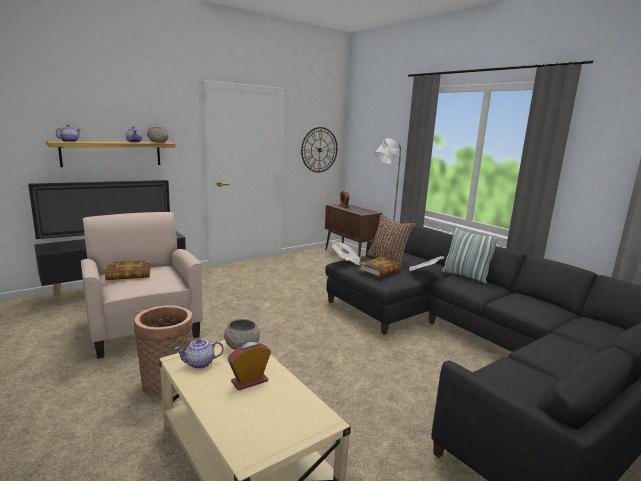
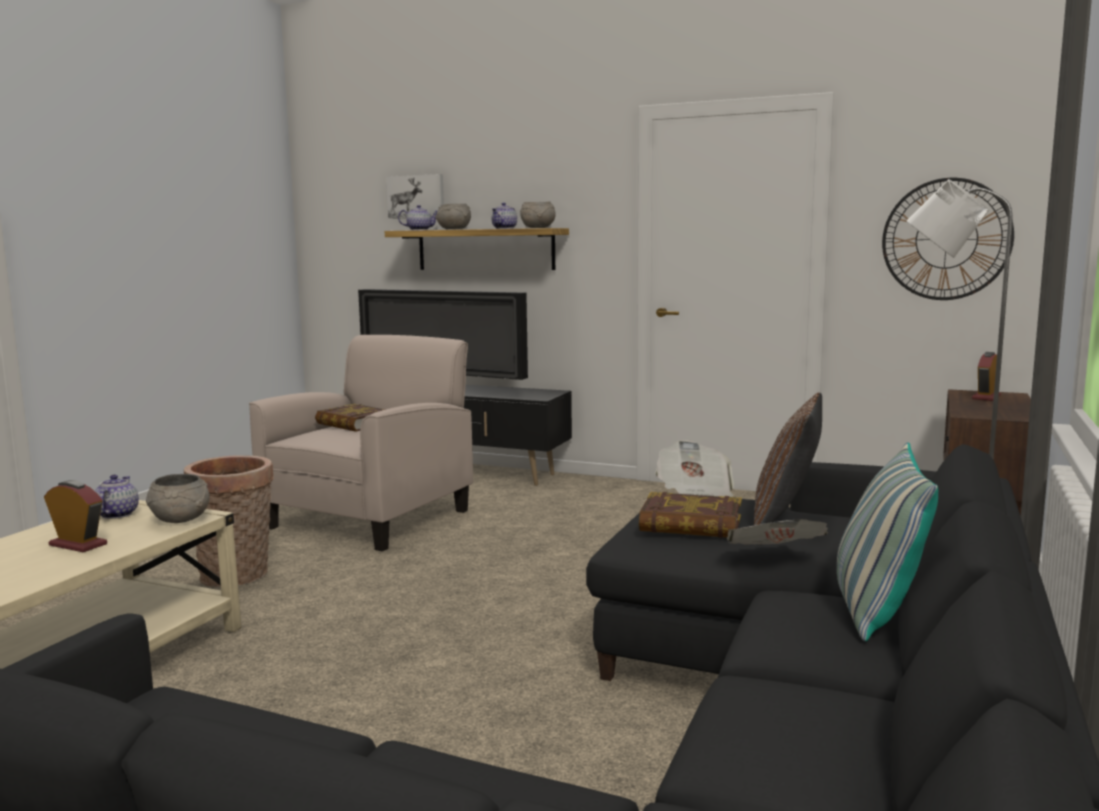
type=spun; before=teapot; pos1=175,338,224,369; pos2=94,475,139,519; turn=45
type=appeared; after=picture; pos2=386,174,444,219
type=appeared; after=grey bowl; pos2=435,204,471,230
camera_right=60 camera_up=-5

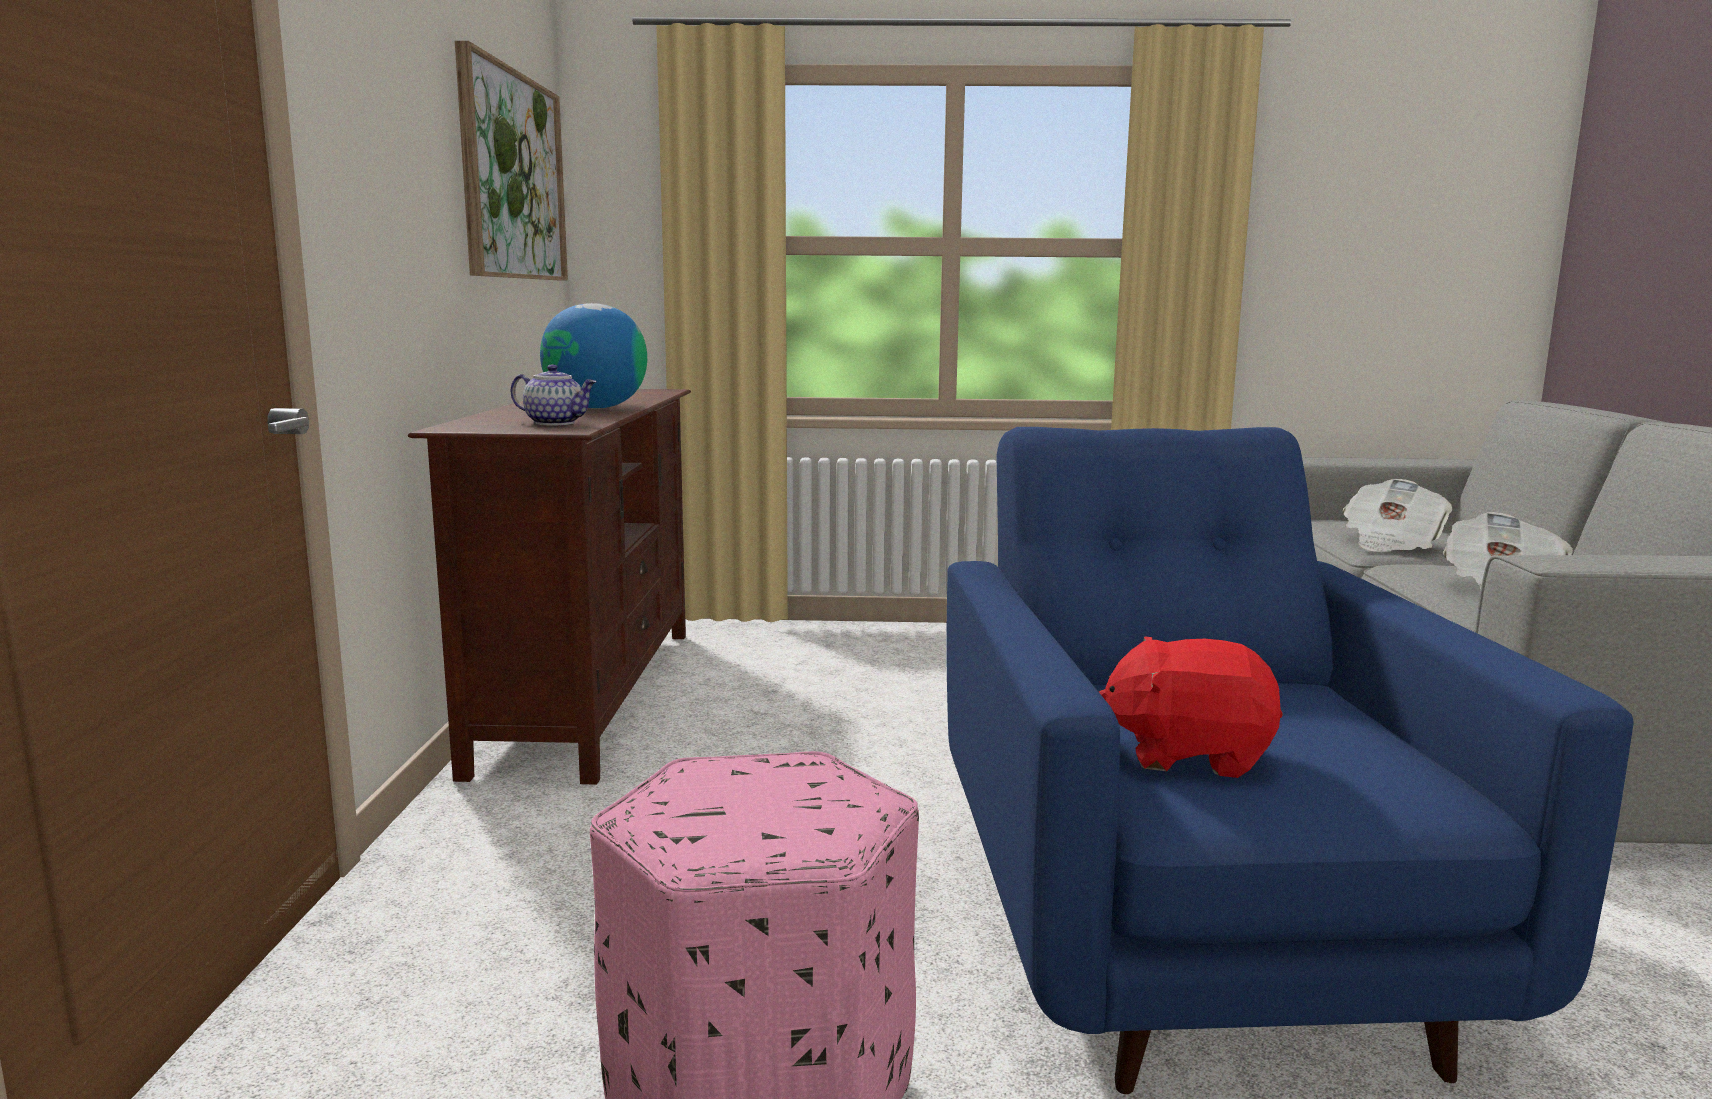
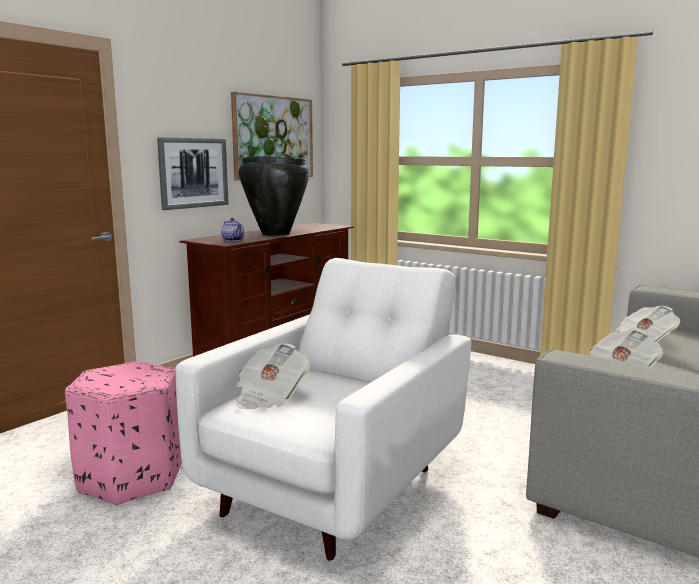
type=appeared; after=picture; pos2=157,137,229,210
type=colour; before=blue armchair; after=white armchair; pos1=946,427,1634,1094; pos2=175,258,471,561
type=exchanged; before=red plush toy; after=newspaper; pos1=1099,636,1283,778; pos2=236,343,310,410
type=exchanged; before=globe; after=black vase; pos1=540,303,647,409; pos2=239,156,309,236
camera_right=35 camera_up=0

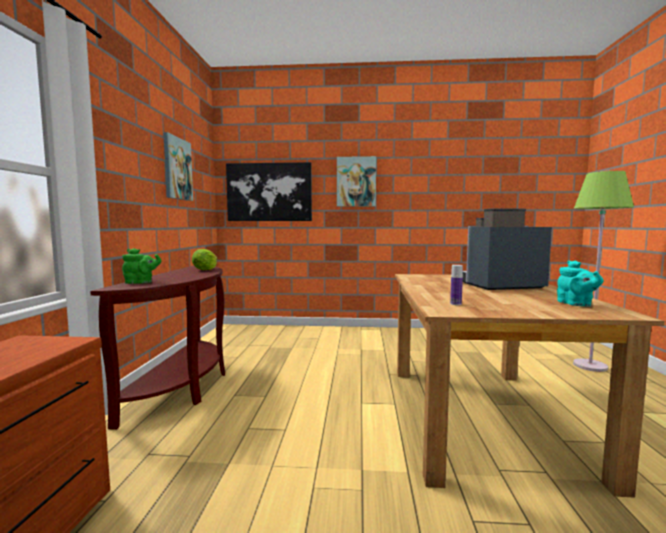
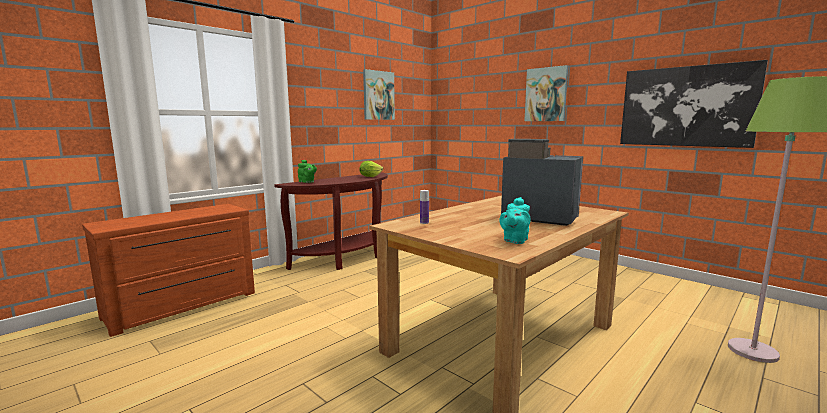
type=relocated; before=picture; pos1=226,162,312,221; pos2=620,60,768,148
camera_right=40 camera_up=5

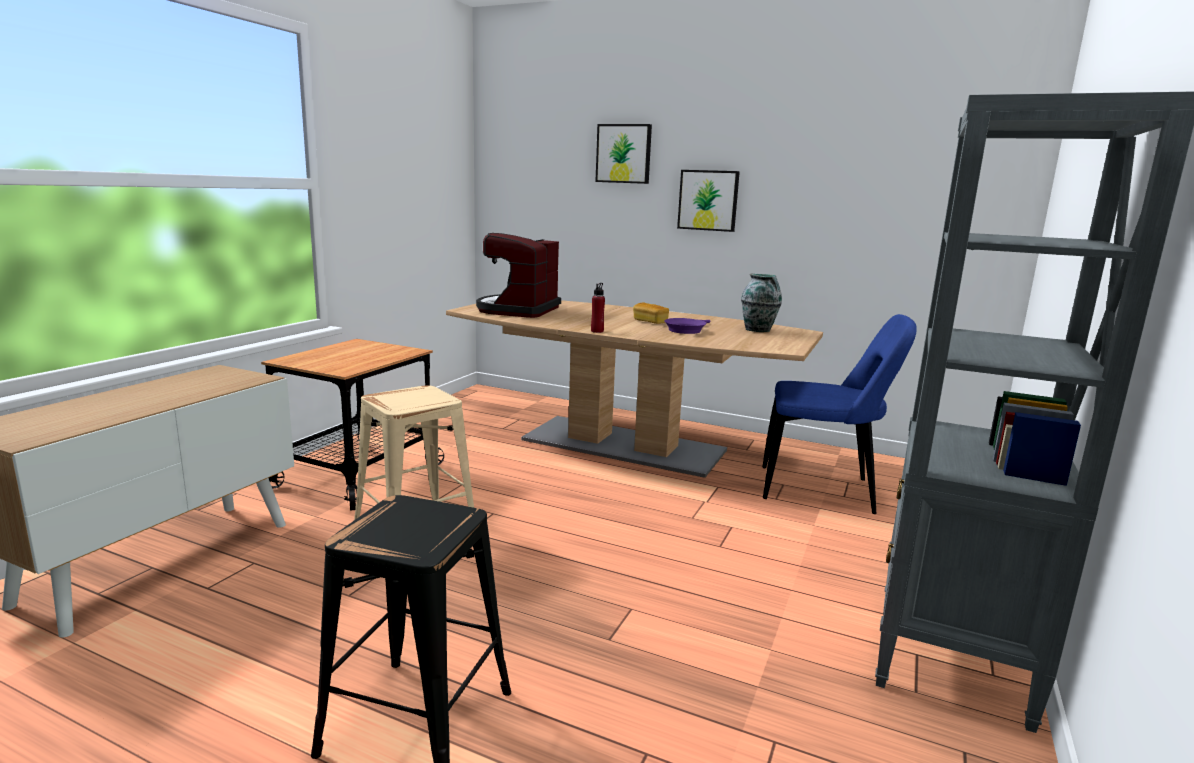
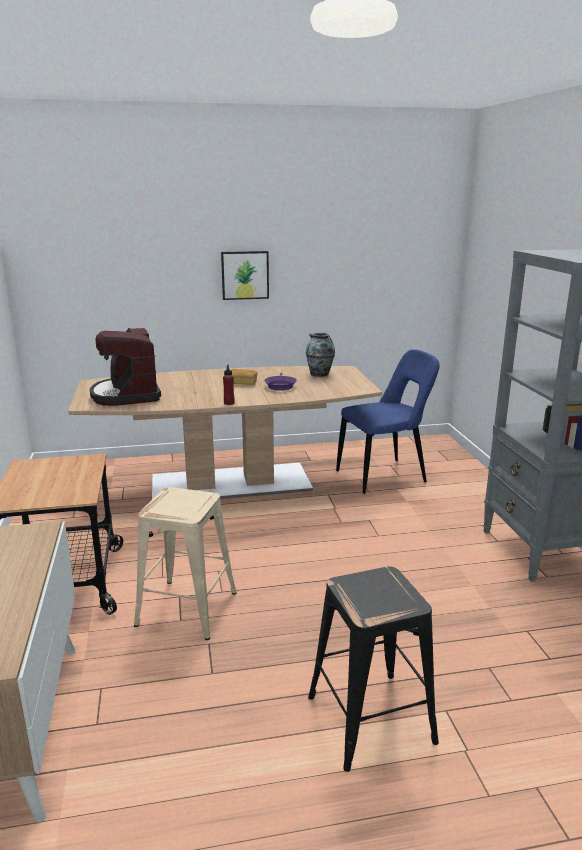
type=missing; before=picture; pos1=595,124,652,184
camera_right=-35 camera_up=5

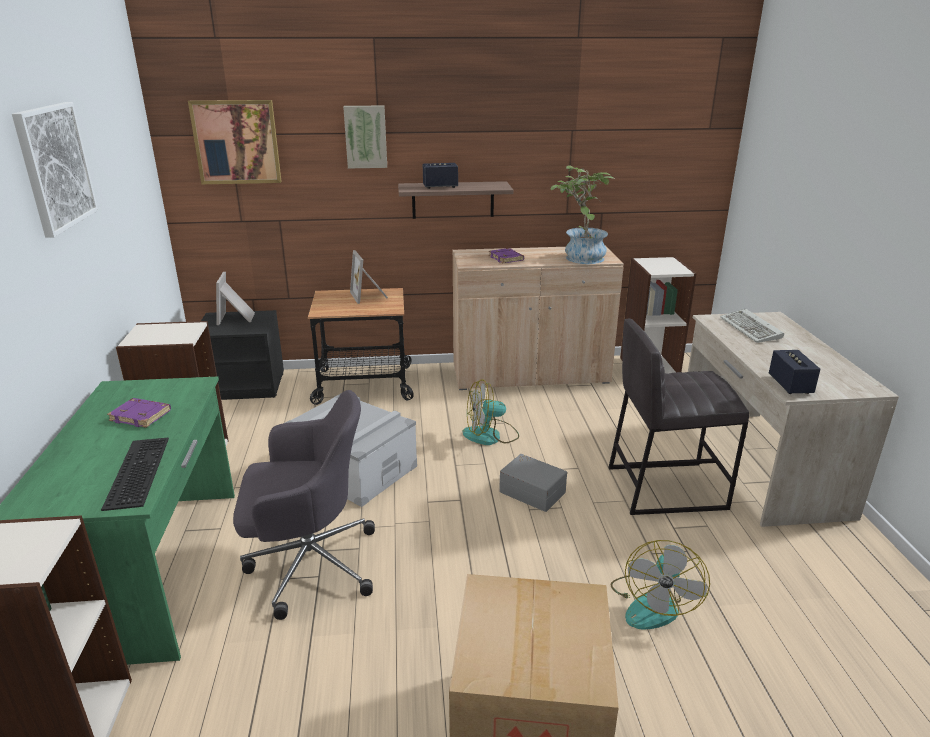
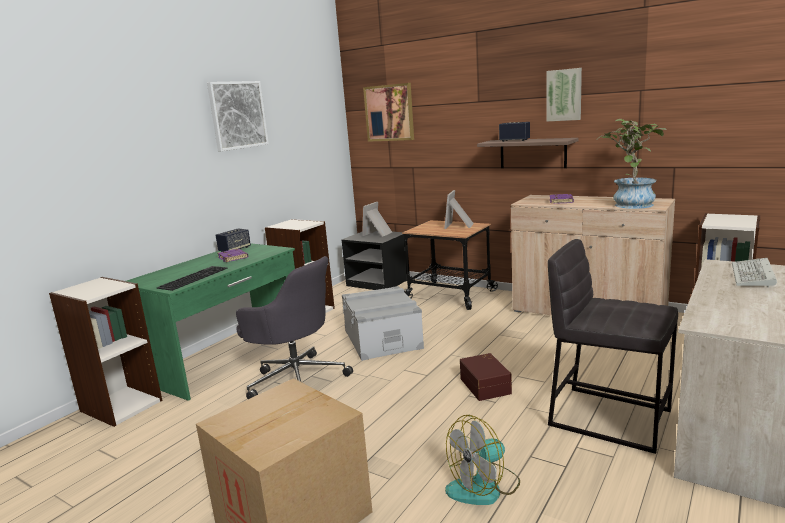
type=relocated; before=speaker; pos1=769,350,821,394; pos2=216,228,251,252
type=colour; before=grey storage box; after=brown storage box; pos1=499,454,567,512; pos2=460,353,512,401
type=relocated; before=picture; pos1=343,106,387,168; pos2=546,68,582,122
type=missing; before=fan; pos1=463,379,519,445
camera_right=40 camera_up=-10

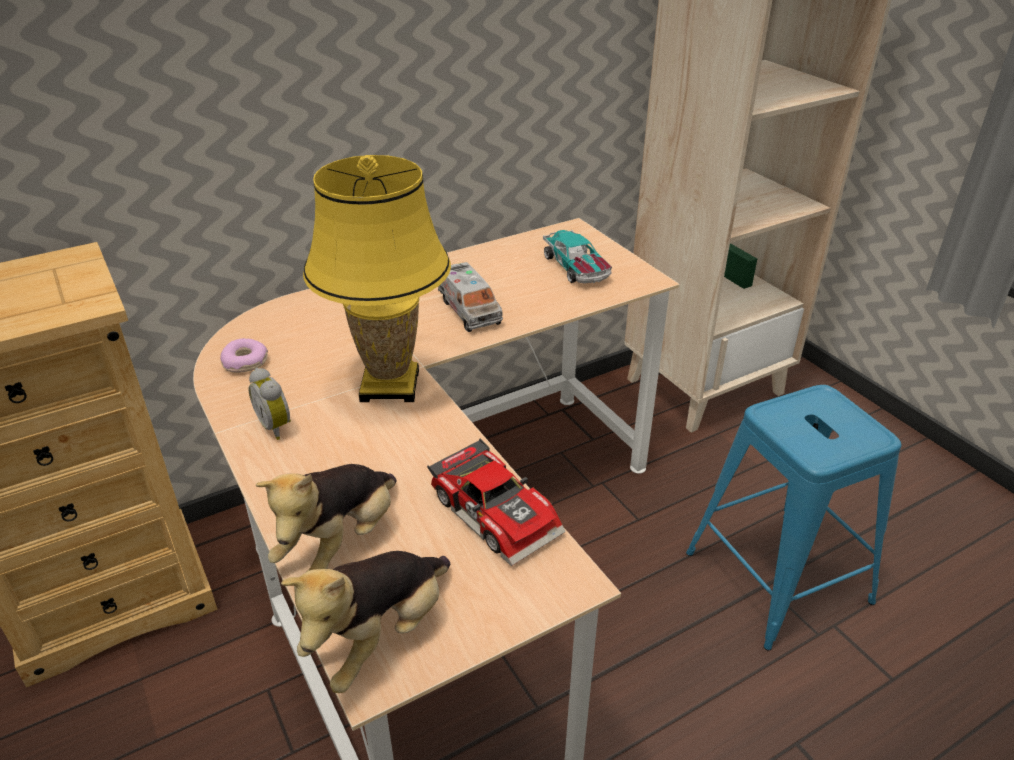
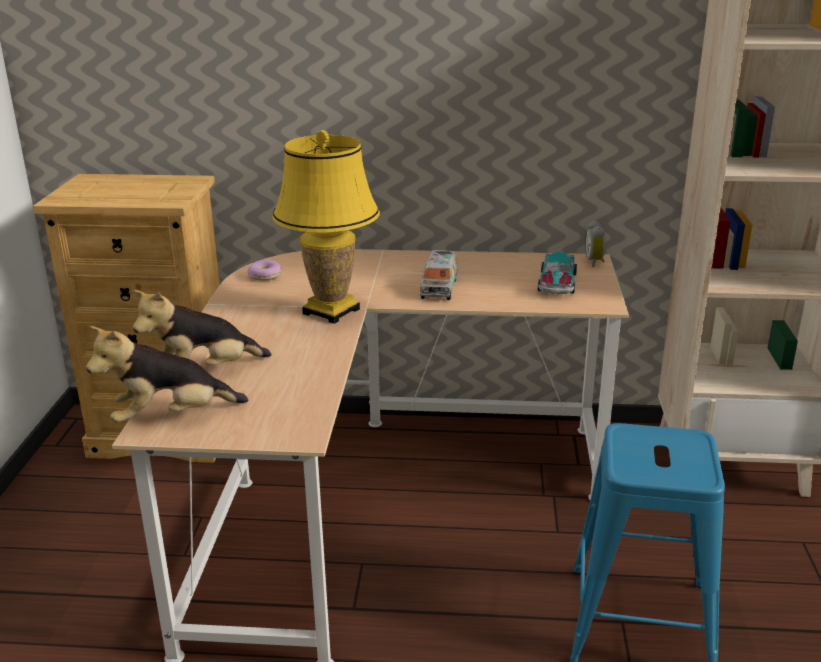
type=relocated; before=alarm clock; pos1=249,368,291,440; pos2=585,220,605,267
type=missing; before=toy car; pos1=427,439,566,566
camera_right=35 camera_up=-10

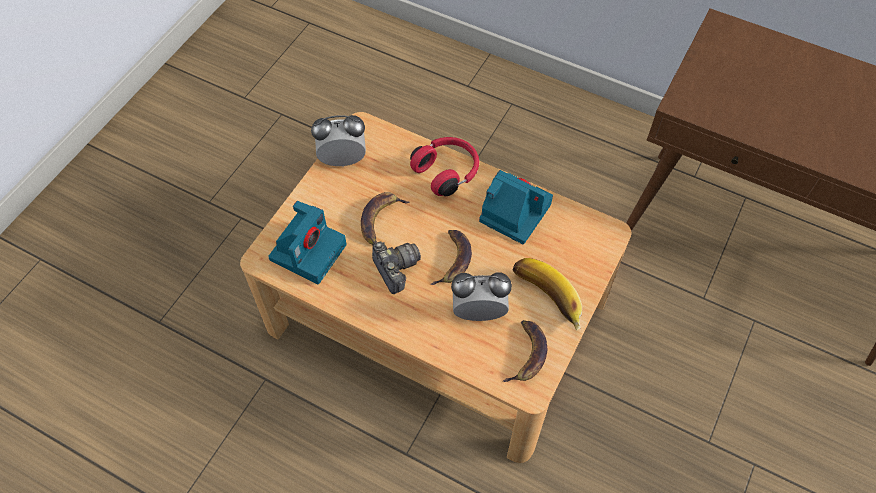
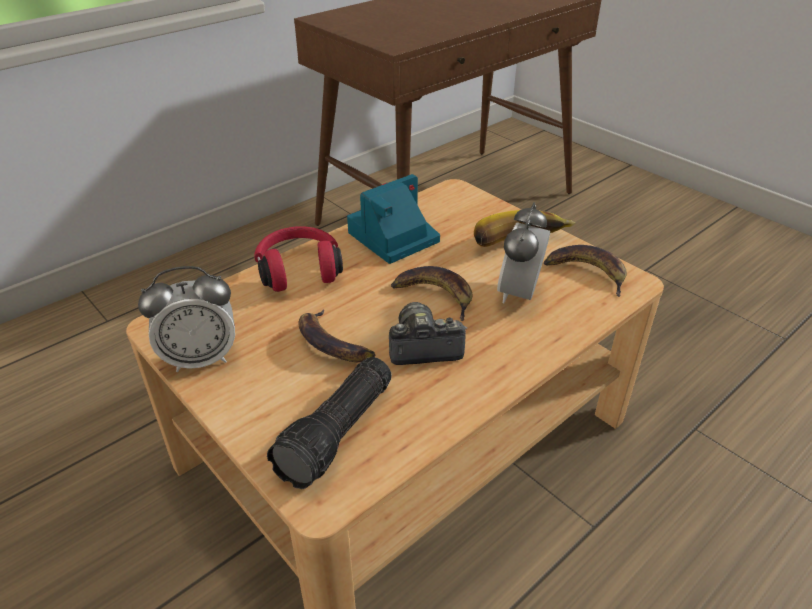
type=spun; before=alarm clock; pos1=311,115,366,167; pos2=138,266,235,372; turn=-120
type=exchanged; before=photo camera; after=flashlight; pos1=268,201,347,284; pos2=267,357,392,489
camera_right=-70 camera_up=-20

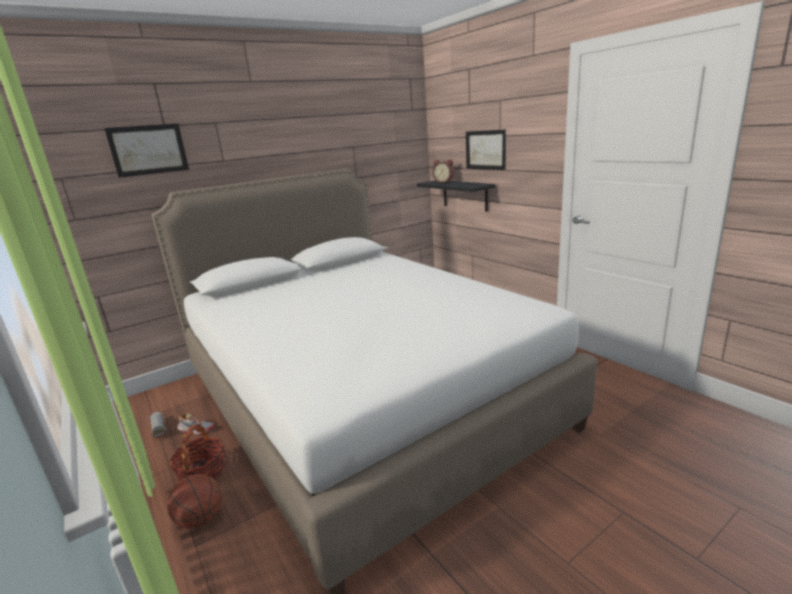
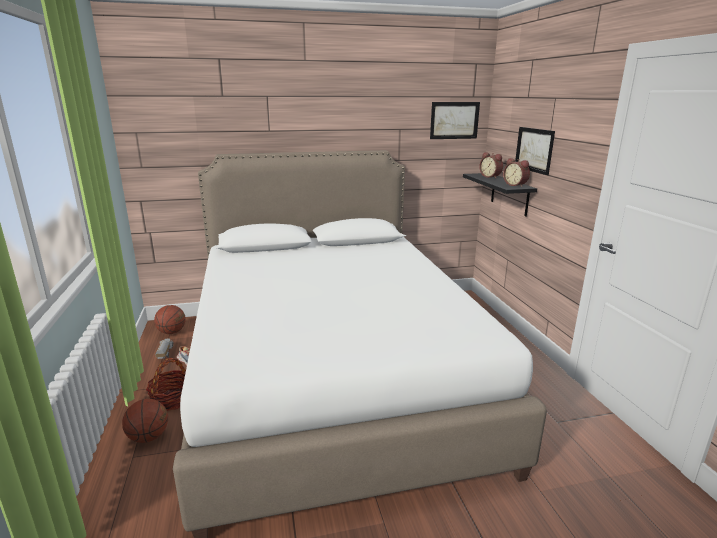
type=appeared; after=basketball; pos2=154,305,186,334
type=relocated; before=picture; pos1=104,123,189,178; pos2=430,102,480,139
type=appeared; after=alarm clock; pos2=503,158,530,187
camera_right=20 camera_up=0

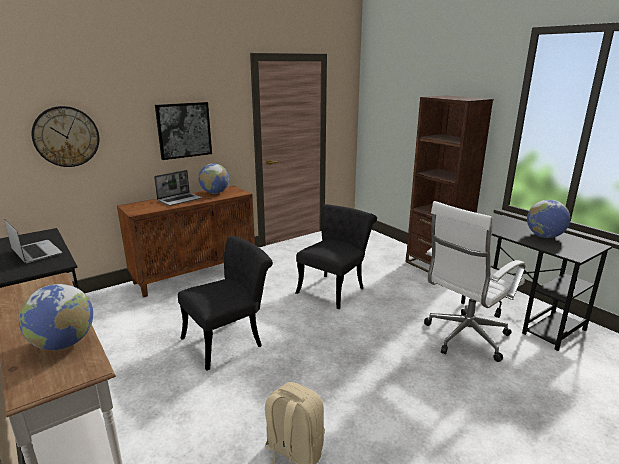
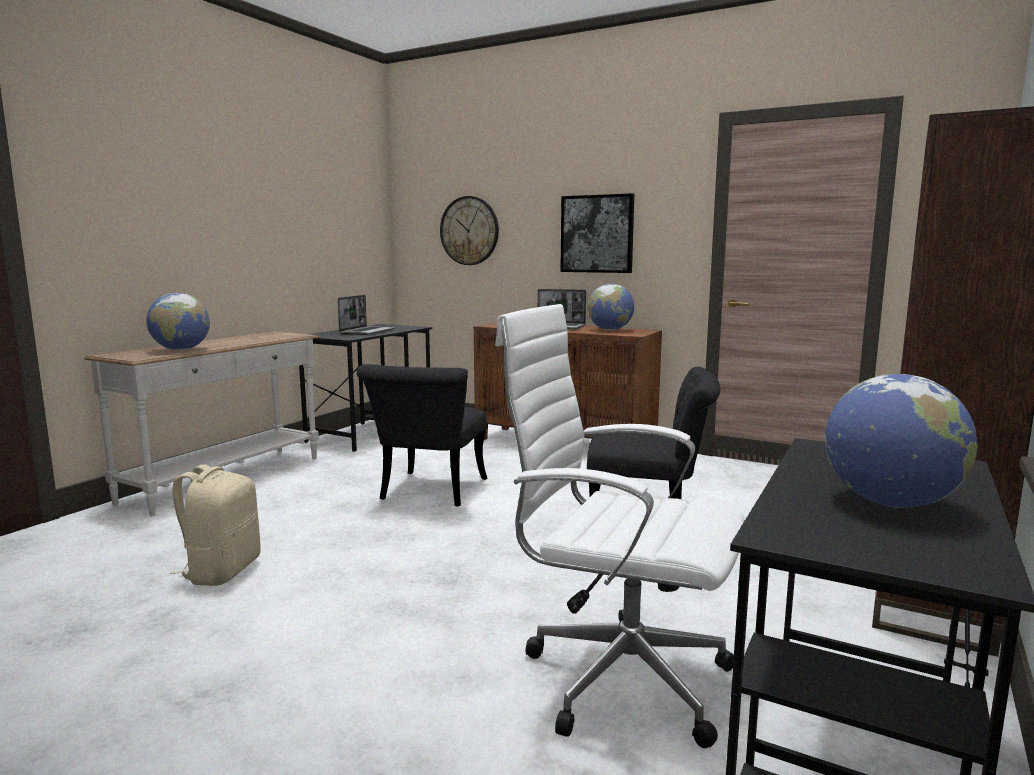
type=spun; before=black chair; pos1=178,236,273,371; pos2=356,364,487,507; turn=75
camera_right=65 camera_up=-10

